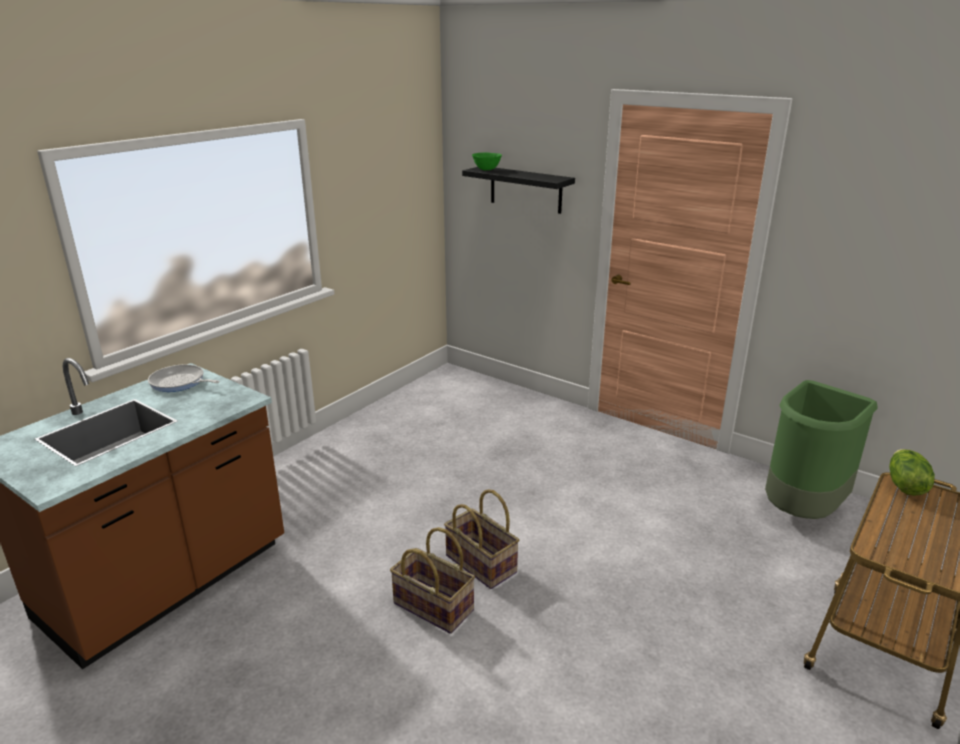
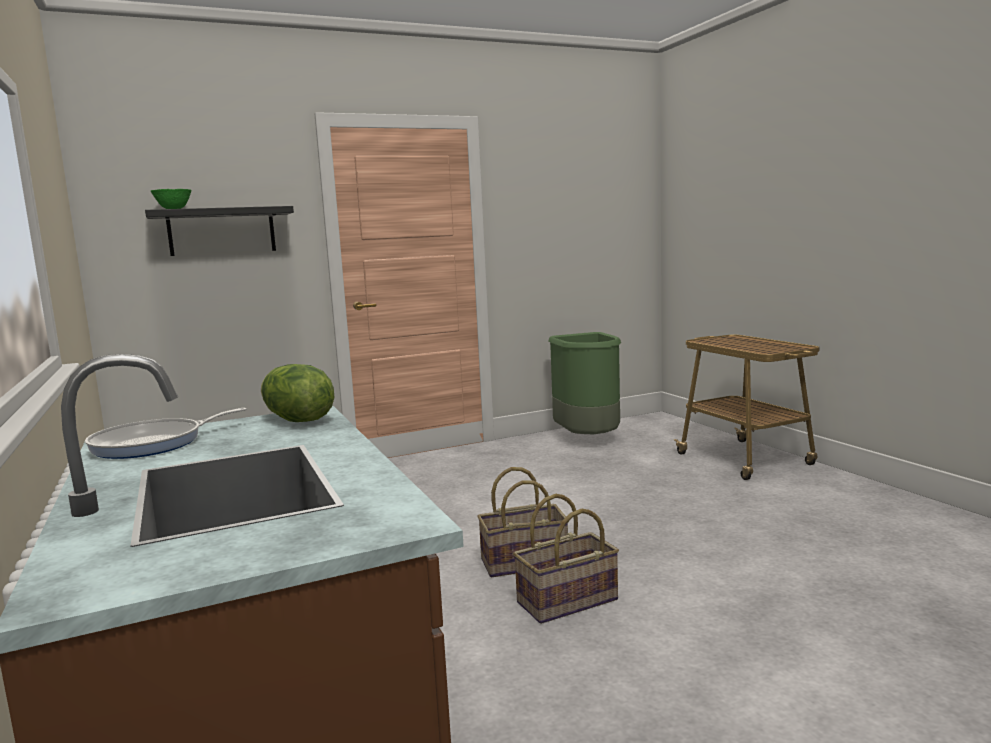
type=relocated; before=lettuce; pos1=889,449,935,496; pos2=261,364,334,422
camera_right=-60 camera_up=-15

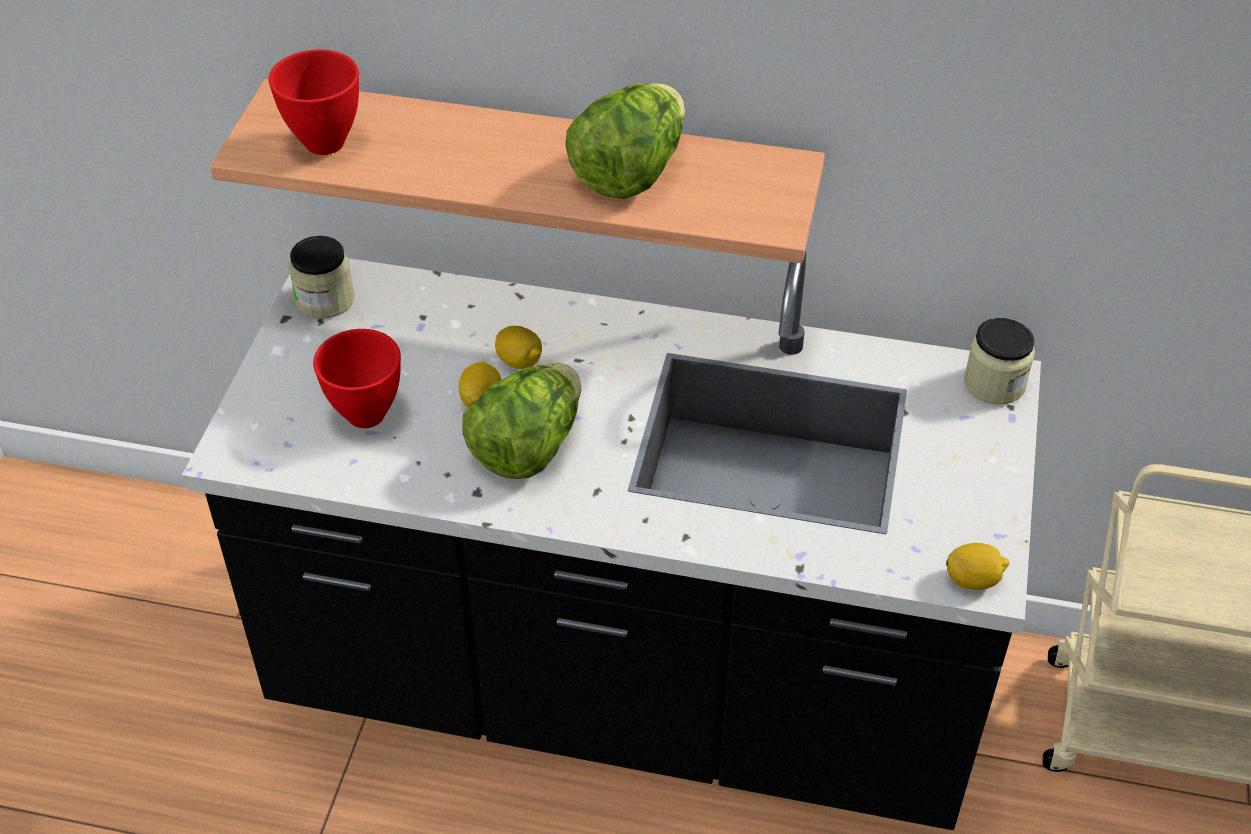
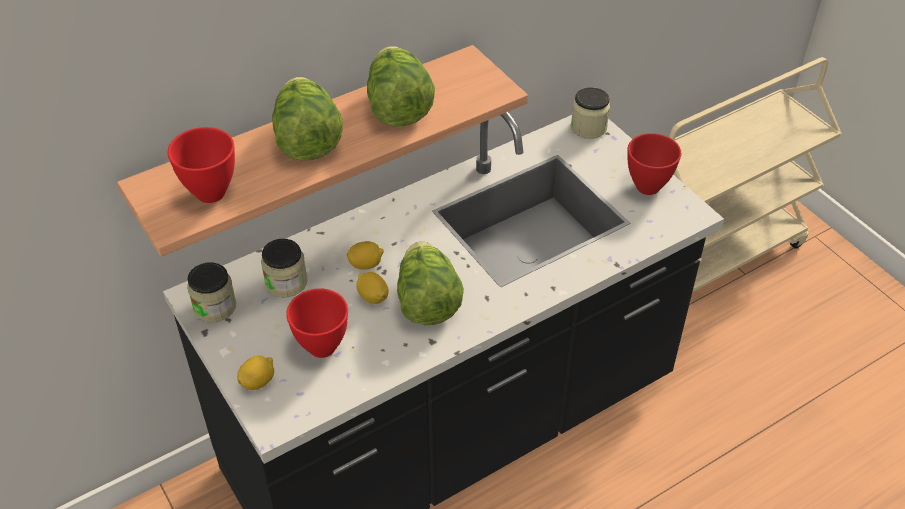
type=relocated; before=lemon; pos1=946,543,1009,590; pos2=237,356,274,390
type=appeared; after=jar; pos2=261,239,307,297
type=appeared; after=lettuce; pos2=272,77,343,161
type=appeared; after=red bowl; pos2=628,133,681,195
camera_right=-45 camera_up=0

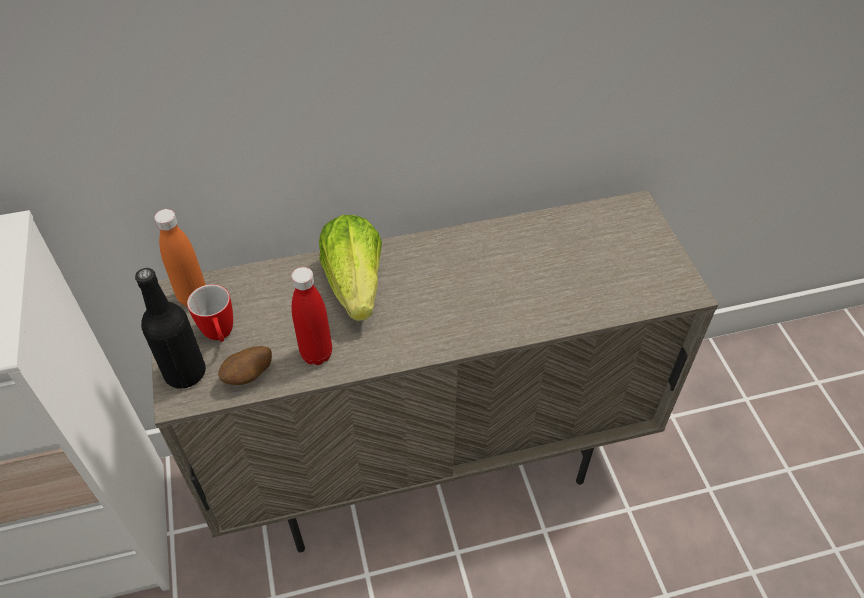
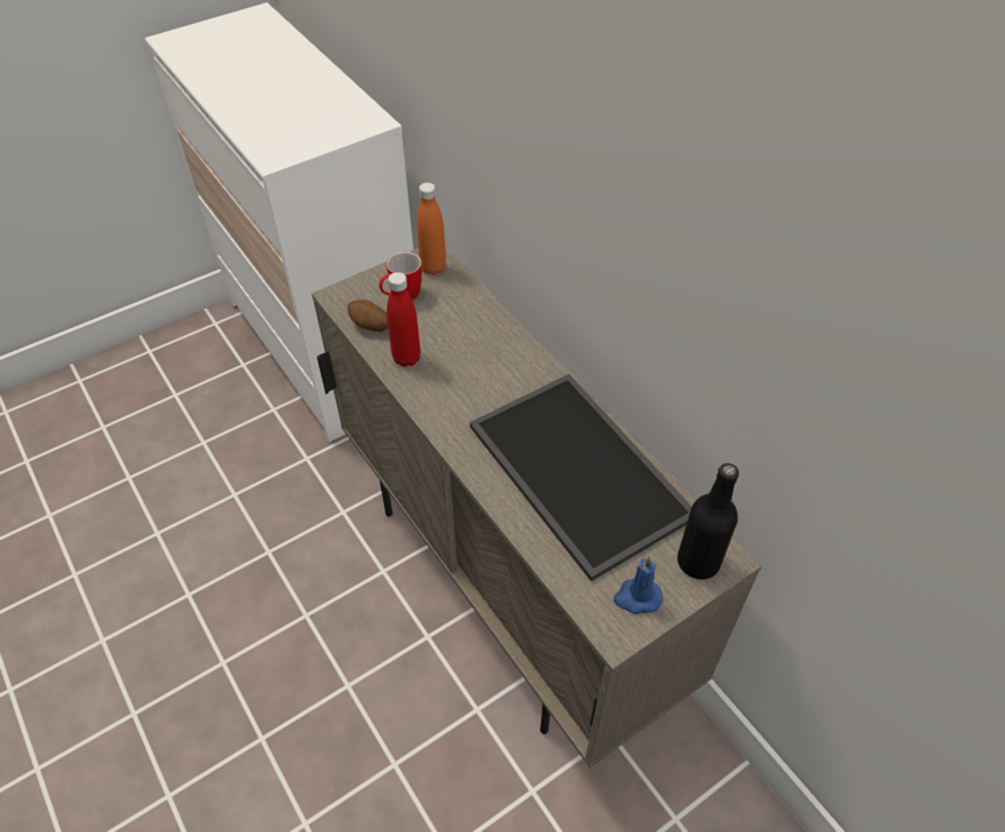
type=appeared; after=tray; pos2=470,374,692,581
type=appeared; after=blue candle; pos2=614,557,663,614
type=relocated; before=black bottle; pos1=135,268,206,388; pos2=677,463,739,579
type=missing; before=lettuce; pos1=319,215,382,321
camera_right=70 camera_up=0

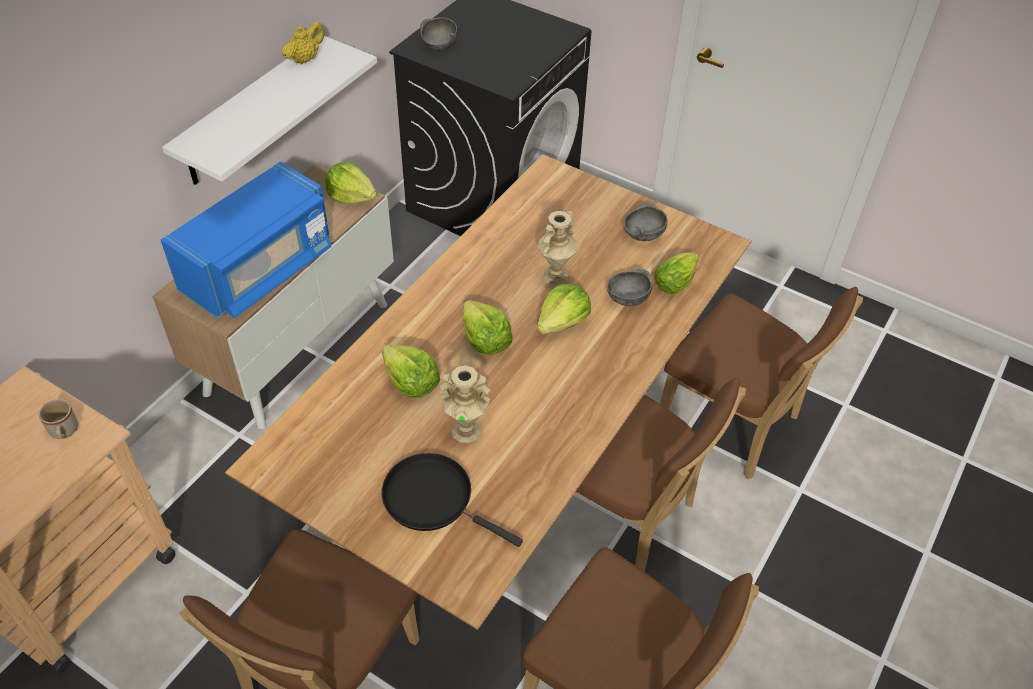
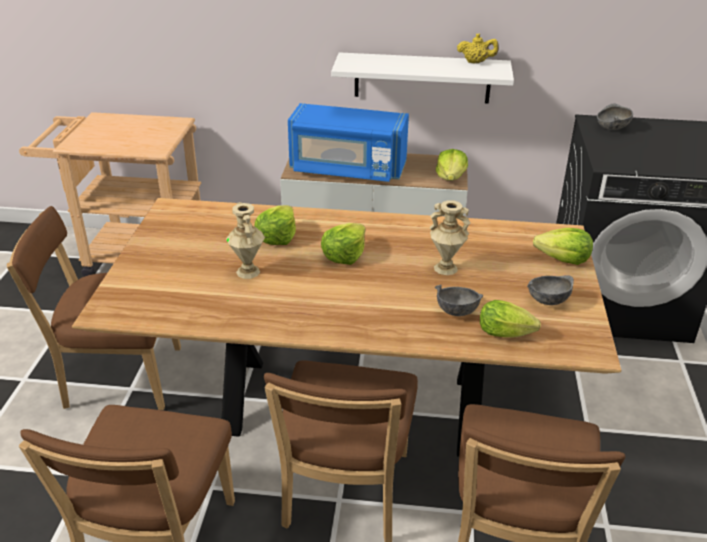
type=relocated; before=lettuce; pos1=537,284,591,334; pos2=533,228,593,265
type=missing; before=beige mug; pos1=39,399,78,439
type=missing; before=black frying pan; pos1=382,453,523,547
camera_right=65 camera_up=-15

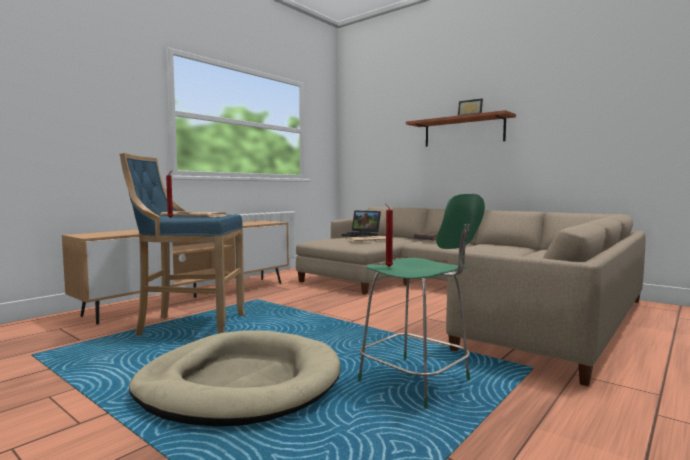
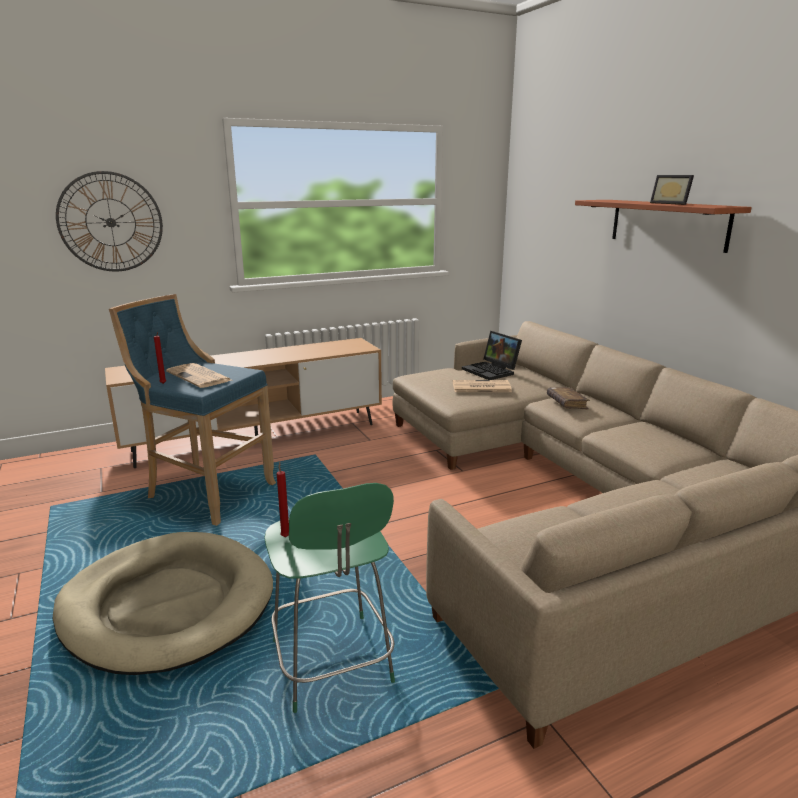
type=appeared; after=wall clock; pos2=56,171,163,271
camera_right=25 camera_up=15

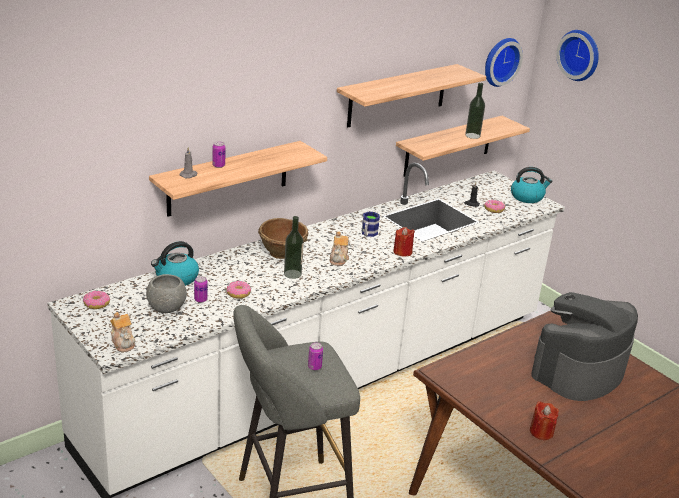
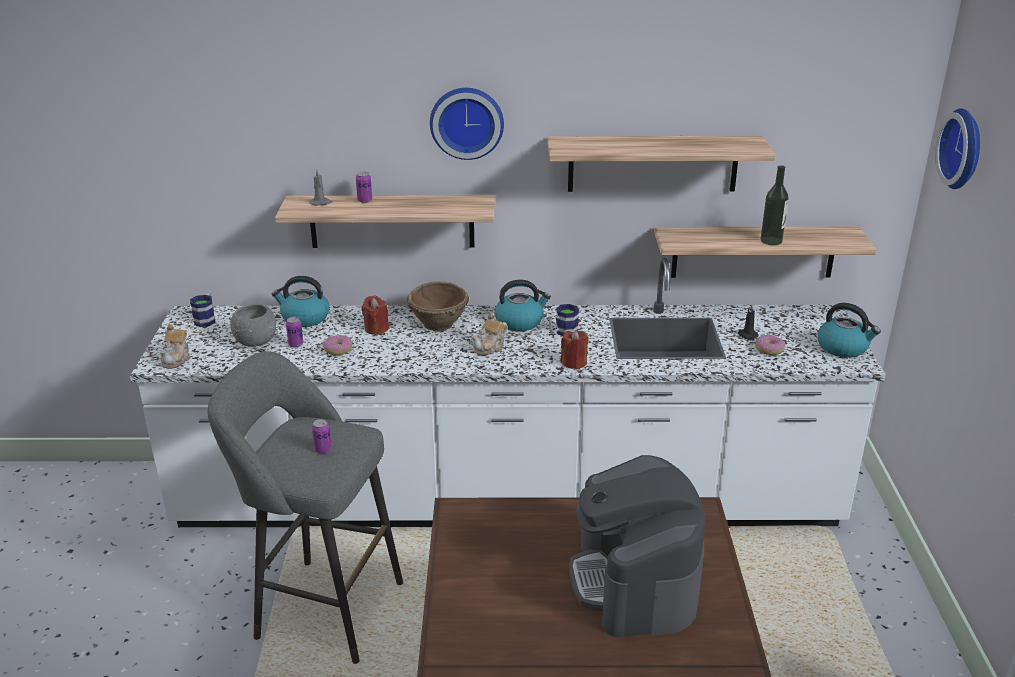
type=exchanged; before=donut; after=mug; pos1=83,291,110,309; pos2=190,293,216,327
type=relocated; before=red candle; pos1=530,401,559,440; pos2=362,296,389,335
type=relocated; before=wall clock; pos1=485,38,523,87; pos2=430,88,504,160
type=appeared; after=kettle; pos2=495,280,551,331
type=spun; before=coffee machine; pos1=531,292,638,401; pos2=569,455,705,638; turn=-90
type=missing; before=bottle; pos1=284,216,304,279
camera_right=40 camera_up=0

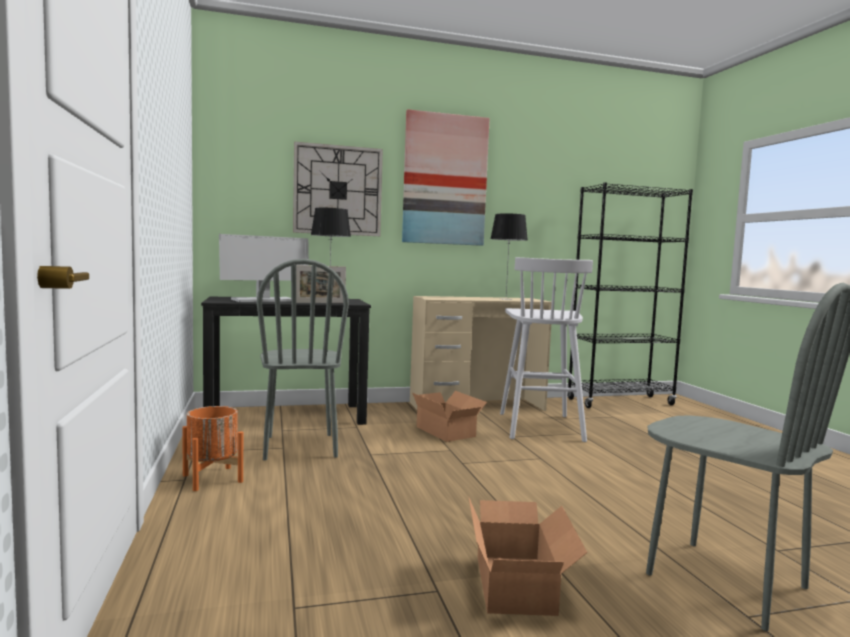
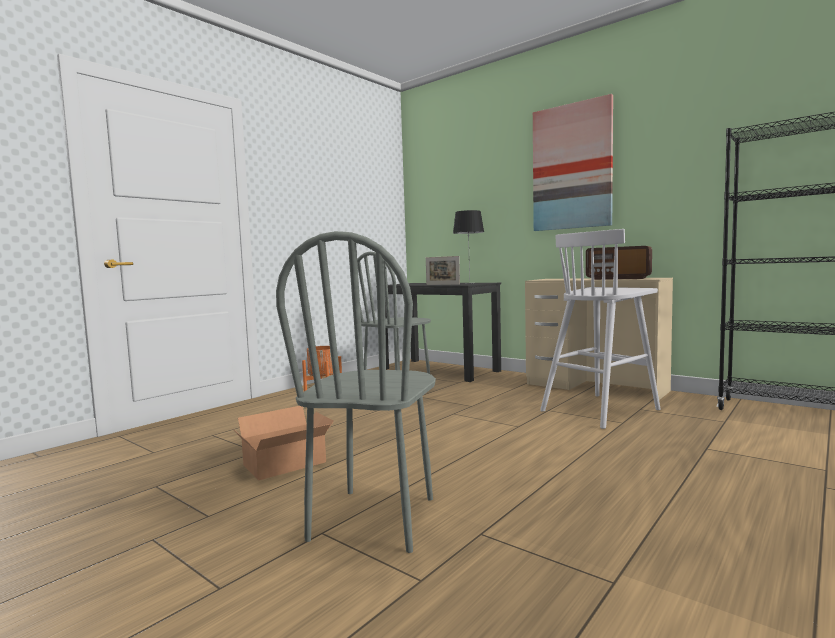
type=exchanged; before=table lamp; after=radio; pos1=491,214,528,300; pos2=586,246,652,280
type=missing; before=monitor; pos1=219,234,309,302
type=missing; before=wall clock; pos1=293,142,383,236
type=missing; before=cardboard box; pos1=413,391,487,442
camera_right=55 camera_up=0

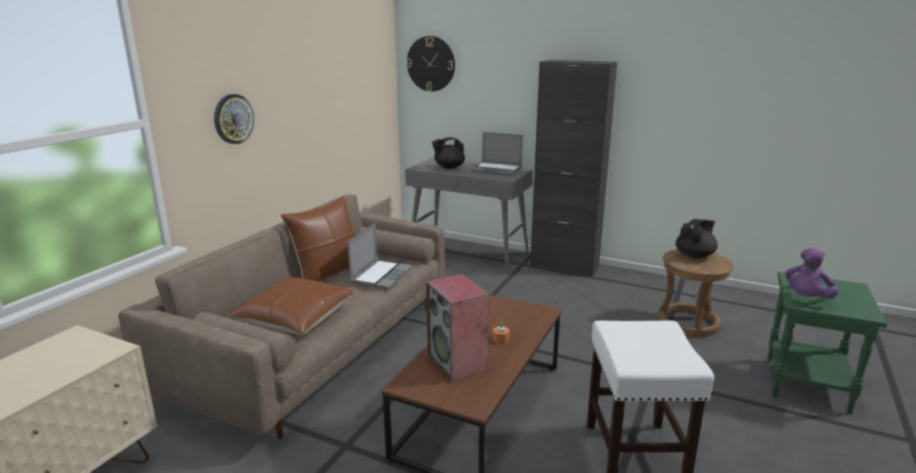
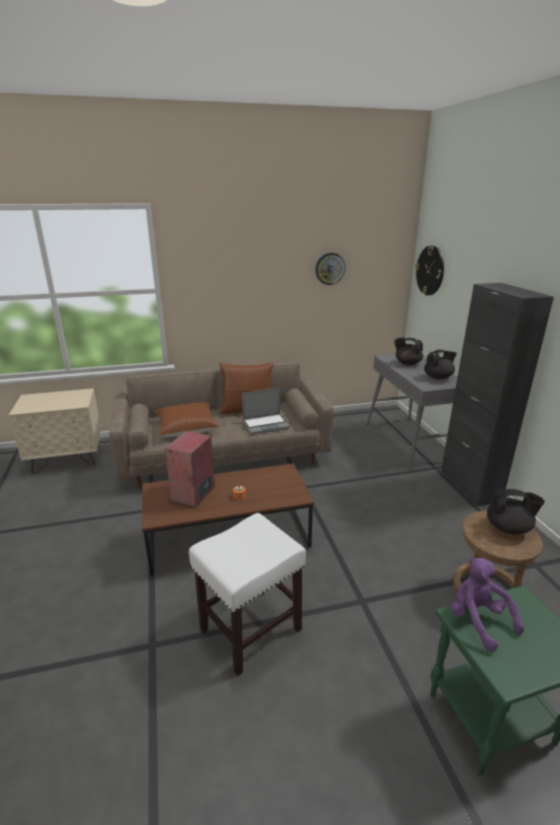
type=relocated; before=wall clock; pos1=214,94,254,144; pos2=315,253,346,285
type=exchanged; before=laptop; after=black teapot; pos1=471,132,523,176; pos2=424,350,457,379
type=spun; before=purple plush toy; pos1=785,248,839,299; pos2=450,557,524,652; turn=60
camera_right=50 camera_up=5

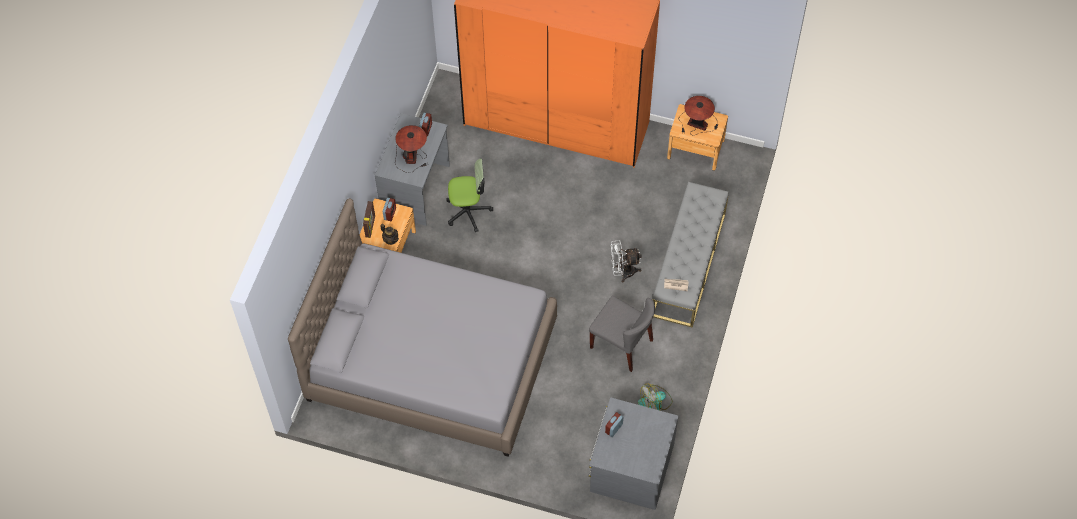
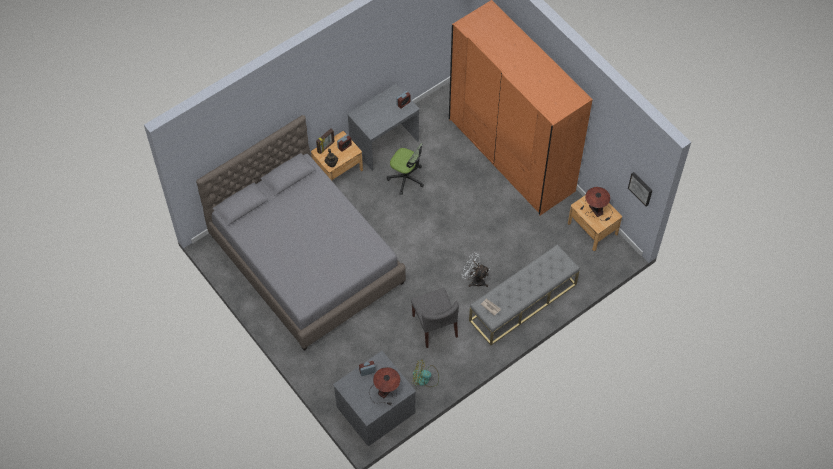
type=relocated; before=table lamp; pos1=395,125,429,173; pos2=369,367,400,405
type=appeared; after=picture; pos2=628,172,652,206
camera_right=35 camera_up=0

